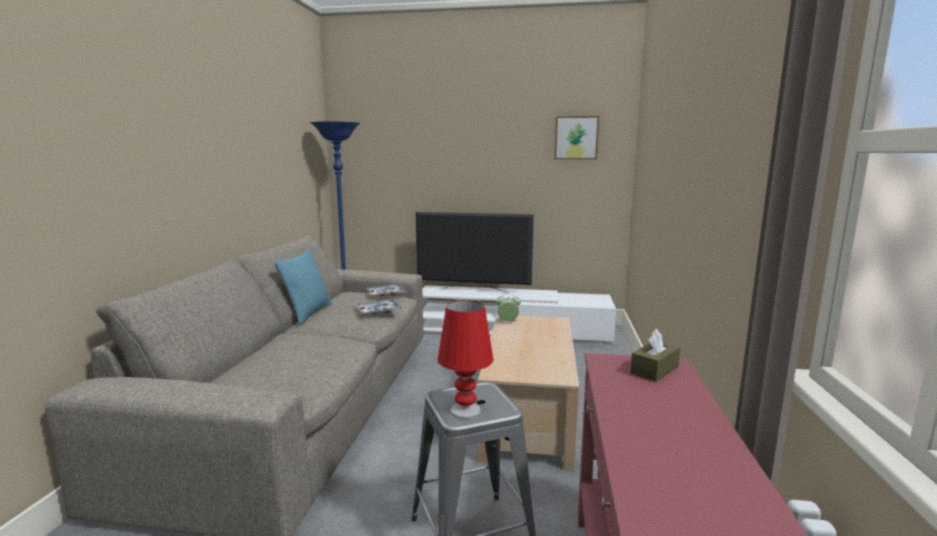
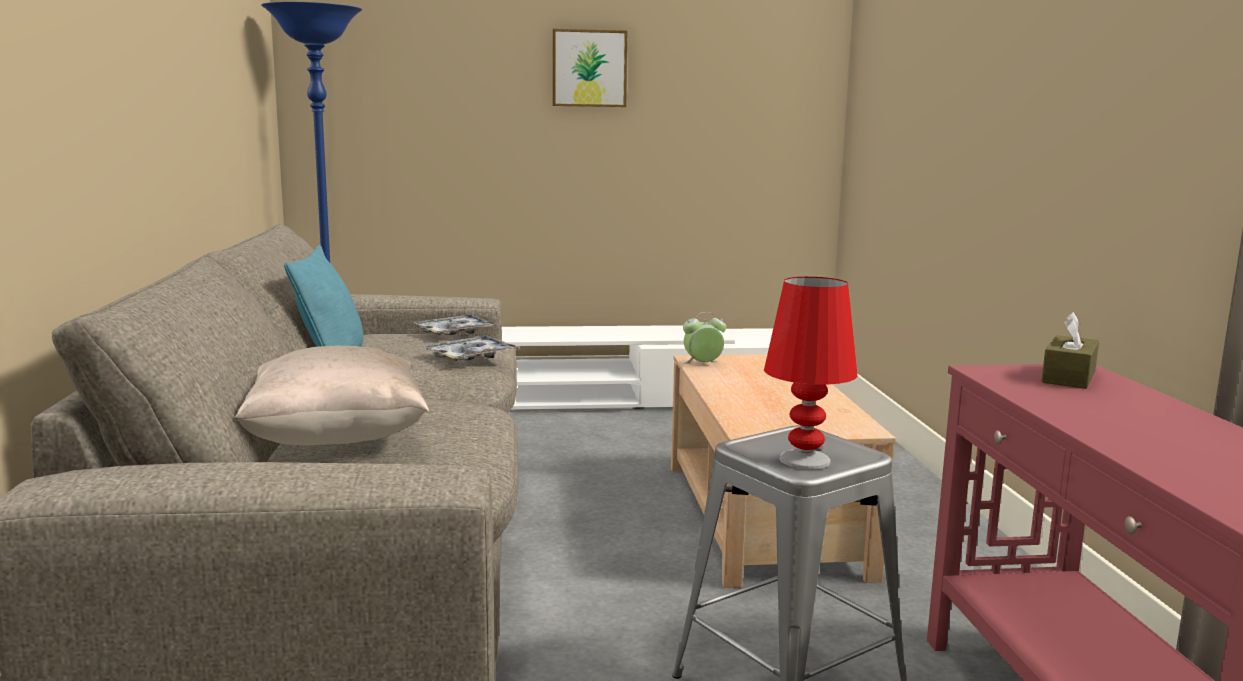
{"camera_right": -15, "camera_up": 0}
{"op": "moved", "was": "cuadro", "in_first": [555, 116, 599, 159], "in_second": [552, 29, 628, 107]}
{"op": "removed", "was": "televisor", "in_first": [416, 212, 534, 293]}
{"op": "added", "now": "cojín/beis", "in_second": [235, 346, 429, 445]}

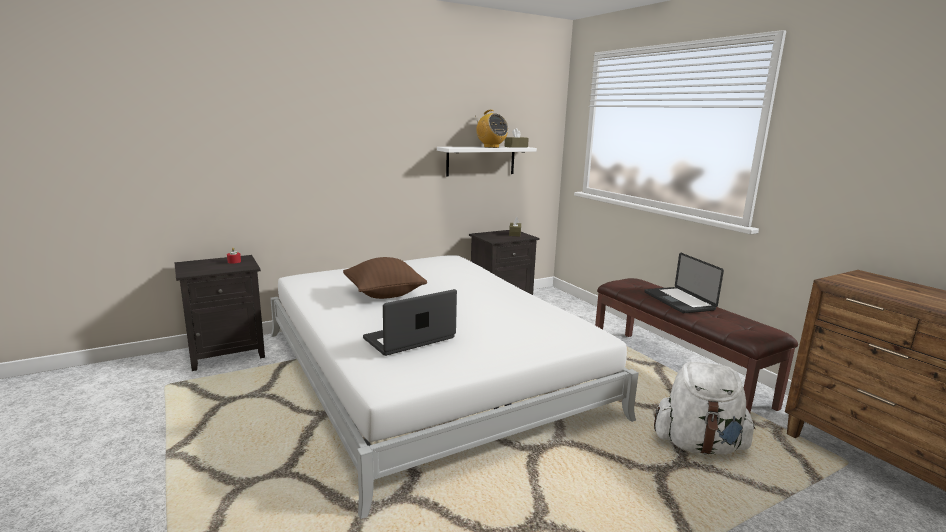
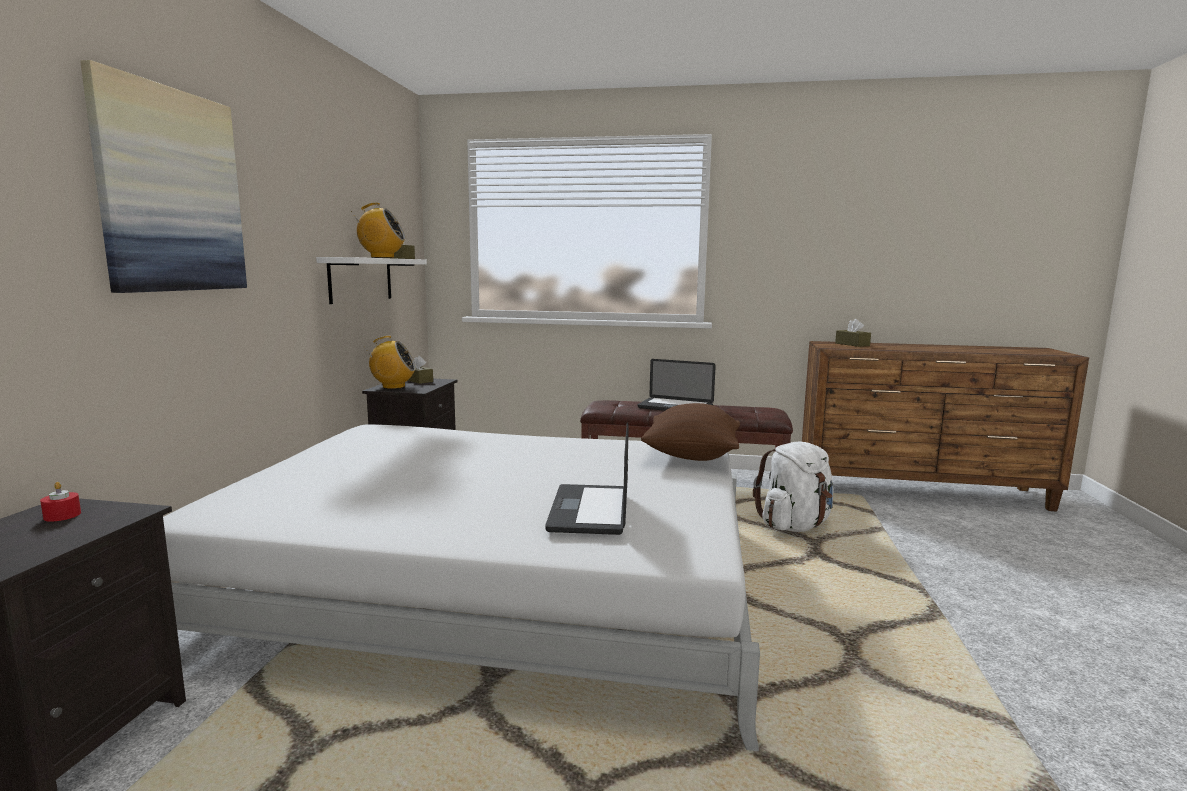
{"camera_right": -50, "camera_up": -5}
{"op": "moved", "was": "cojín/marrón", "in_first": [343, 257, 427, 299], "in_second": [641, 403, 740, 461]}
{"op": "added", "now": "cuadro", "in_second": [80, 60, 247, 293]}
{"op": "added", "now": "caja de pañuelos/marrón", "in_second": [835, 319, 871, 347]}
{"op": "added", "now": "radio", "in_second": [366, 336, 416, 389]}

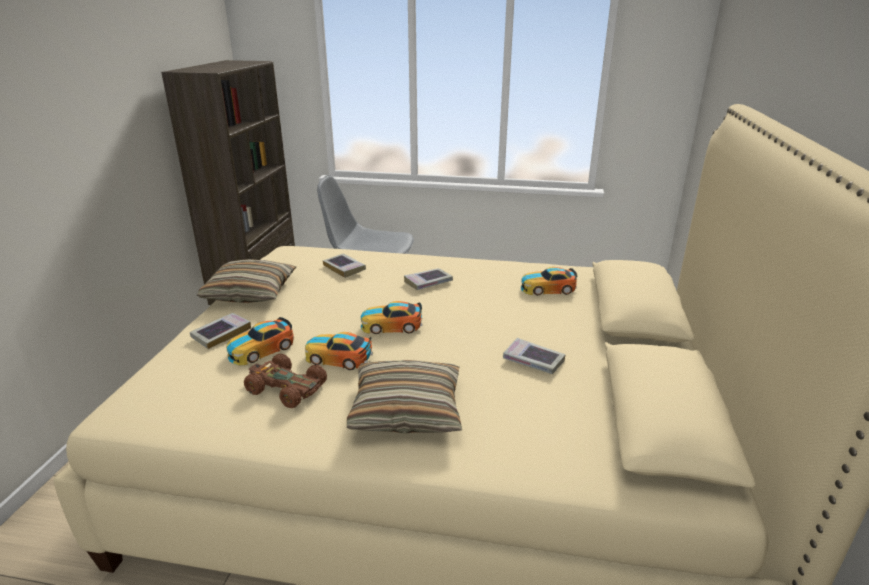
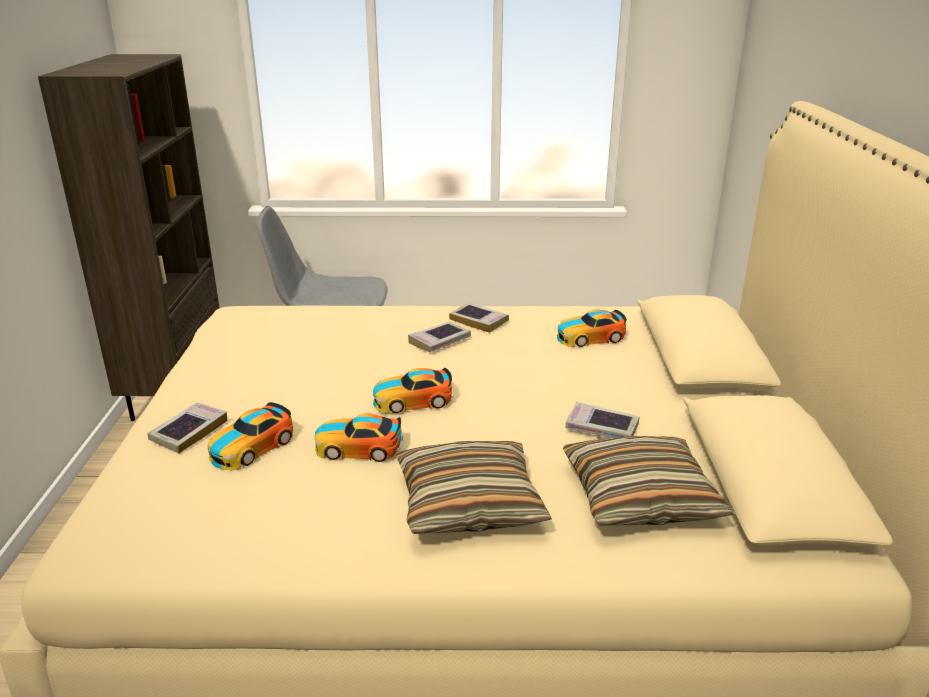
{"camera_right": -10, "camera_up": 0}
{"op": "moved", "was": "libro", "in_first": [323, 253, 366, 278], "in_second": [449, 302, 509, 333]}
{"op": "moved", "was": "cojín", "in_first": [197, 259, 296, 303], "in_second": [563, 436, 734, 526]}
{"op": "removed", "was": "coche de juguete/marrón", "in_first": [244, 353, 327, 408]}

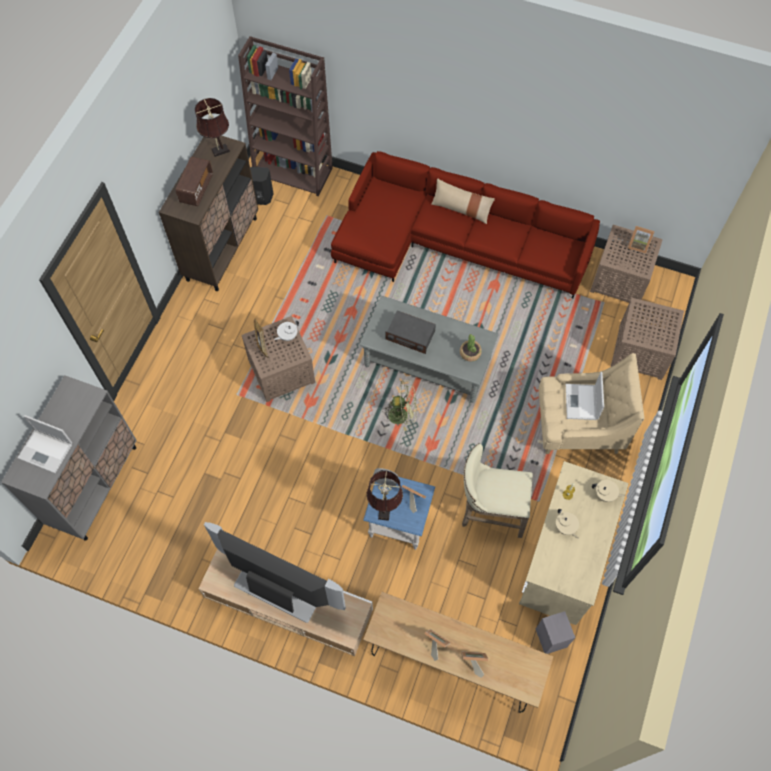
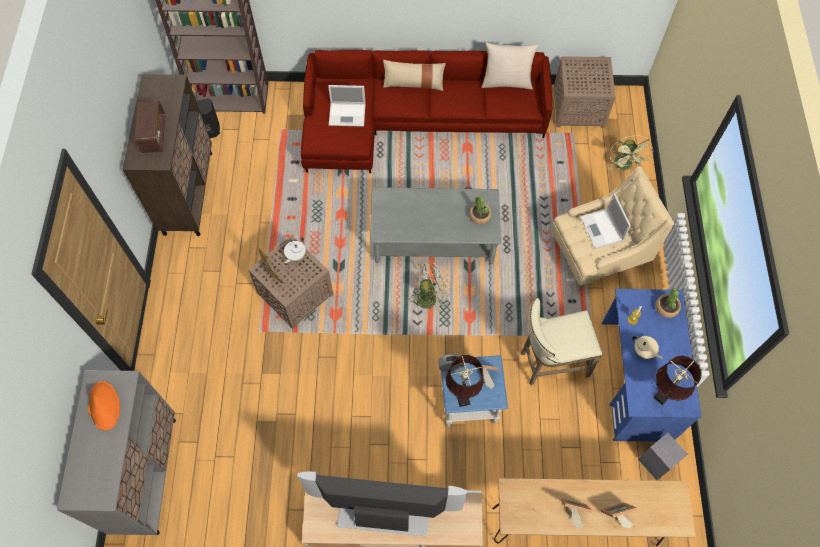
{"camera_right": -20, "camera_up": 0}
{"op": "moved", "was": "lámpara de mesa/marrón", "in_first": [195, 98, 230, 157], "in_second": [653, 355, 701, 405]}
{"op": "removed", "was": "portarretratos", "in_first": [628, 226, 655, 254]}
{"op": "replaced", "was": "mesa auxiliar/marrón", "now": "ventilador/verde", "in_first": [610, 297, 684, 380], "in_second": [608, 135, 654, 171]}
{"op": "removed", "was": "radio", "in_first": [386, 310, 436, 354]}
{"op": "moved", "was": "portátil", "in_first": [17, 415, 72, 473], "in_second": [328, 85, 365, 127]}
{"op": "recoloured", "was": "escritorio/beis", "now": "escritorio/azul", "in_first": [519, 461, 629, 625], "in_second": [602, 289, 702, 442]}
{"op": "replaced", "was": "tetera/beis", "now": "planta en maceta", "in_first": [592, 480, 625, 502], "in_second": [655, 288, 681, 318]}
{"op": "added", "now": "cojín/beis", "in_second": [482, 42, 538, 90]}
{"op": "added", "now": "sombrero/naranja", "in_second": [88, 381, 120, 431]}

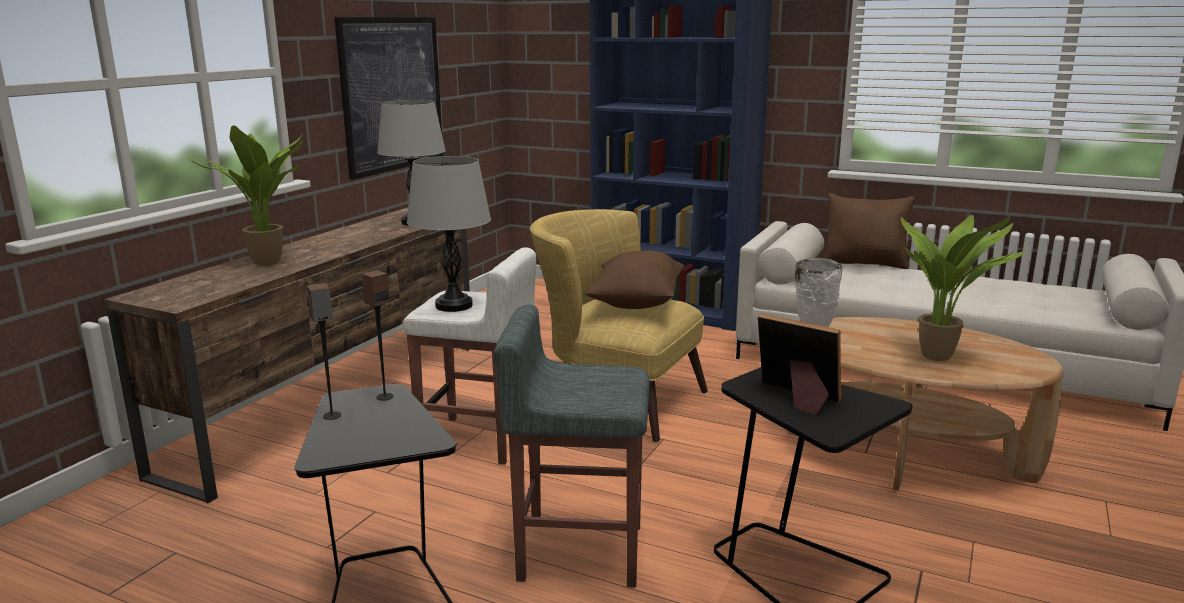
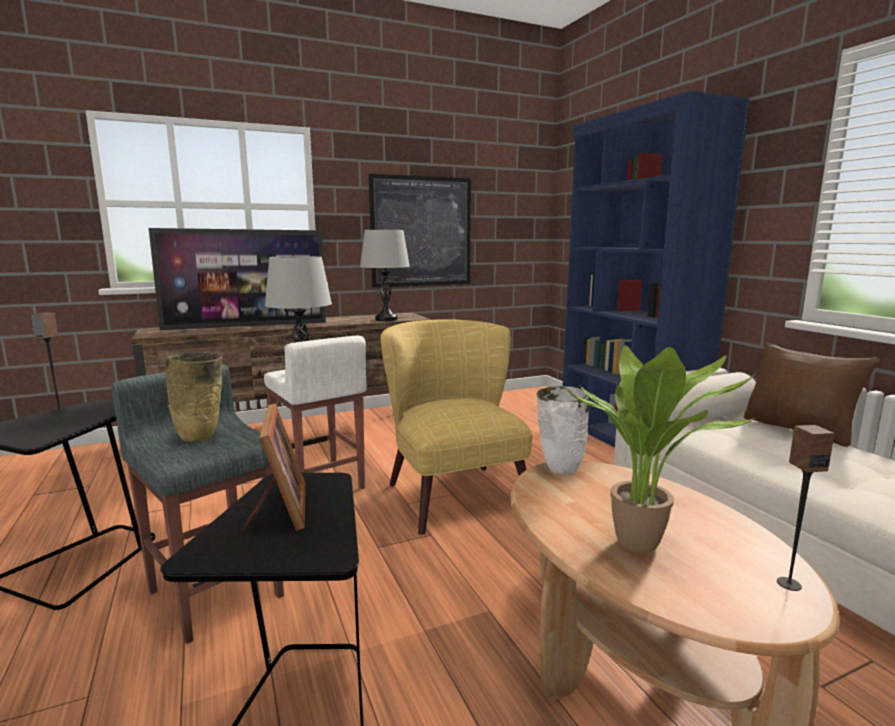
{"camera_right": 40, "camera_up": -5}
{"op": "replaced", "was": "planta en maceta", "now": "televisor", "in_first": [190, 125, 303, 266], "in_second": [149, 228, 326, 330]}
{"op": "removed", "was": "cojín/marrón", "in_first": [585, 250, 684, 309]}
{"op": "moved", "was": "altavoz", "in_first": [361, 270, 394, 401], "in_second": [777, 425, 835, 591]}
{"op": "added", "now": "florero/beis", "in_second": [166, 353, 222, 442]}

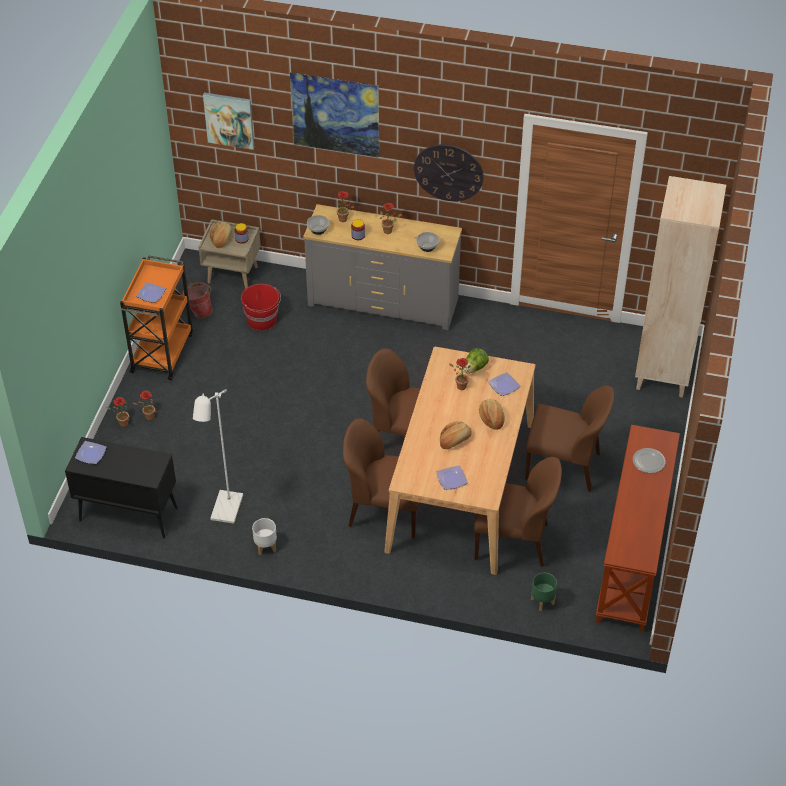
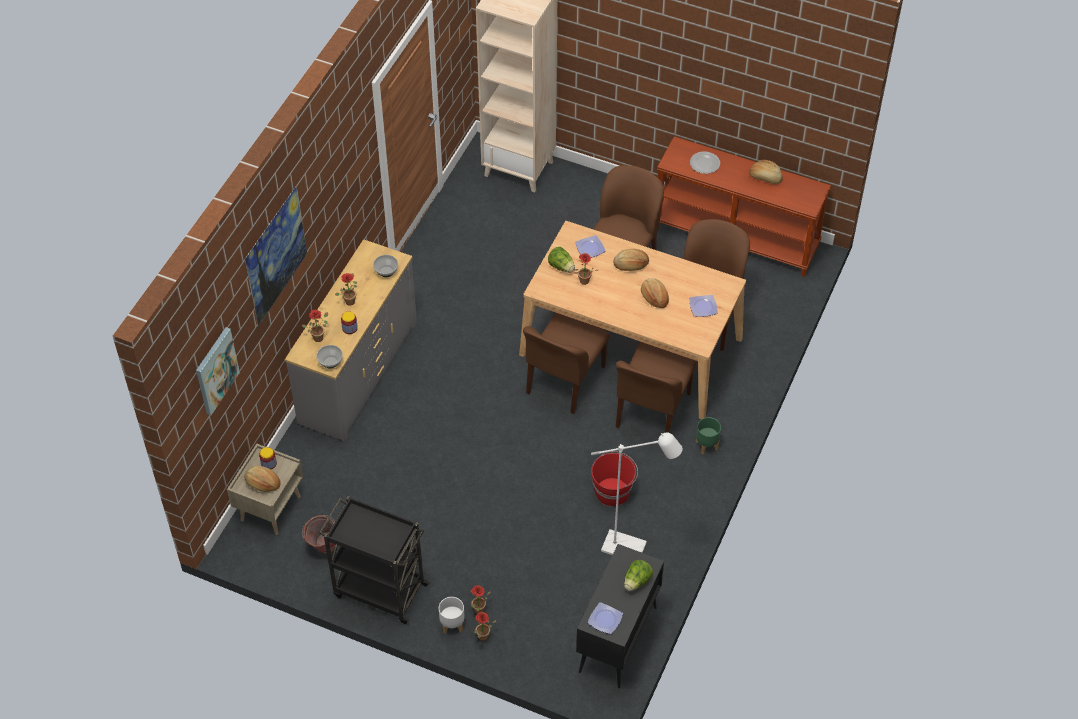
{"camera_right": -80, "camera_up": 5}
{"op": "removed", "was": "reloj de pared", "in_first": [414, 144, 484, 201]}
{"op": "recoloured", "was": "carrito/naranja", "now": "carrito/negro", "in_first": [120, 255, 193, 380], "in_second": [319, 496, 430, 624]}
{"op": "removed", "was": "plato", "in_first": [136, 282, 166, 303]}
{"op": "moved", "was": "cubo/rojo", "in_first": [241, 284, 281, 331], "in_second": [591, 451, 638, 506]}
{"op": "moved", "was": "maceta/blanco", "in_first": [252, 518, 277, 555], "in_second": [439, 597, 465, 634]}
{"op": "moved", "was": "maceta/verde", "in_first": [531, 573, 557, 611], "in_second": [696, 417, 721, 454]}
{"op": "added", "now": "pan", "in_second": [749, 160, 783, 184]}
{"op": "added", "now": "lechuga", "in_second": [624, 560, 653, 591]}

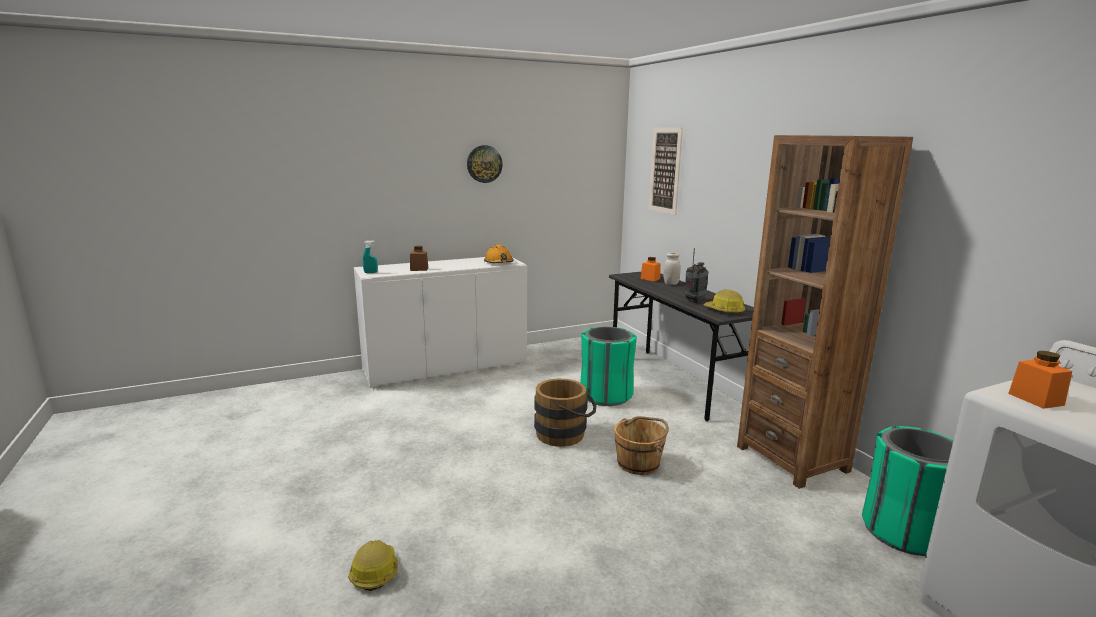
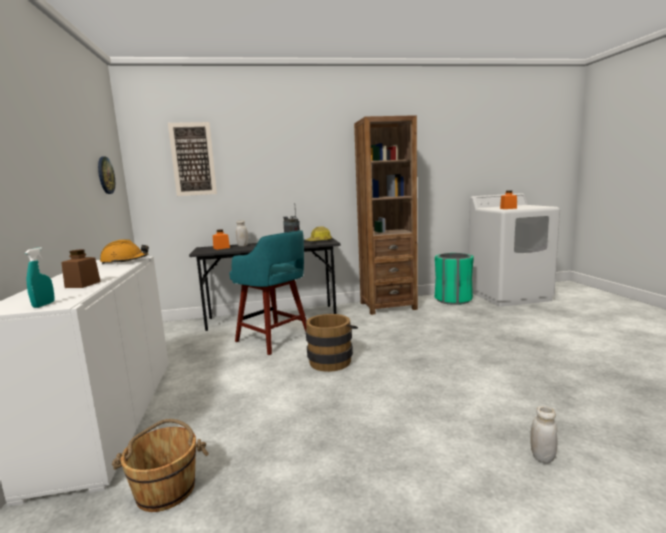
{"camera_right": -75, "camera_up": -5}
{"op": "moved", "was": "reloj de pared", "in_first": [467, 145, 503, 183], "in_second": [98, 156, 115, 194]}
{"op": "replaced", "was": "papelera/verde", "now": "taburete/turquesa", "in_first": [580, 326, 637, 406], "in_second": [229, 230, 307, 355]}
{"op": "moved", "was": "cubo/marrón", "in_first": [614, 416, 669, 475], "in_second": [112, 419, 209, 512]}
{"op": "replaced", "was": "casco", "now": "tarro/blanco", "in_first": [348, 540, 398, 591], "in_second": [530, 406, 558, 464]}

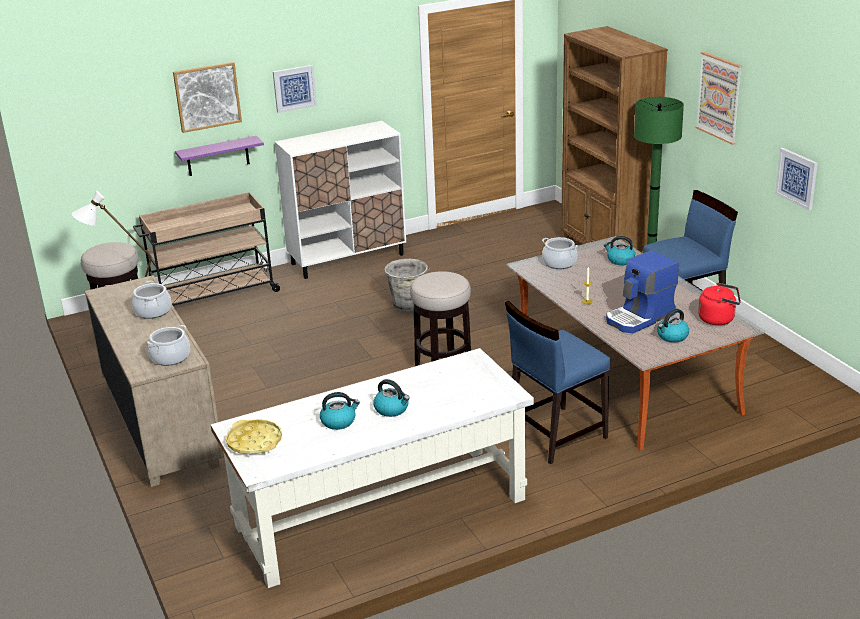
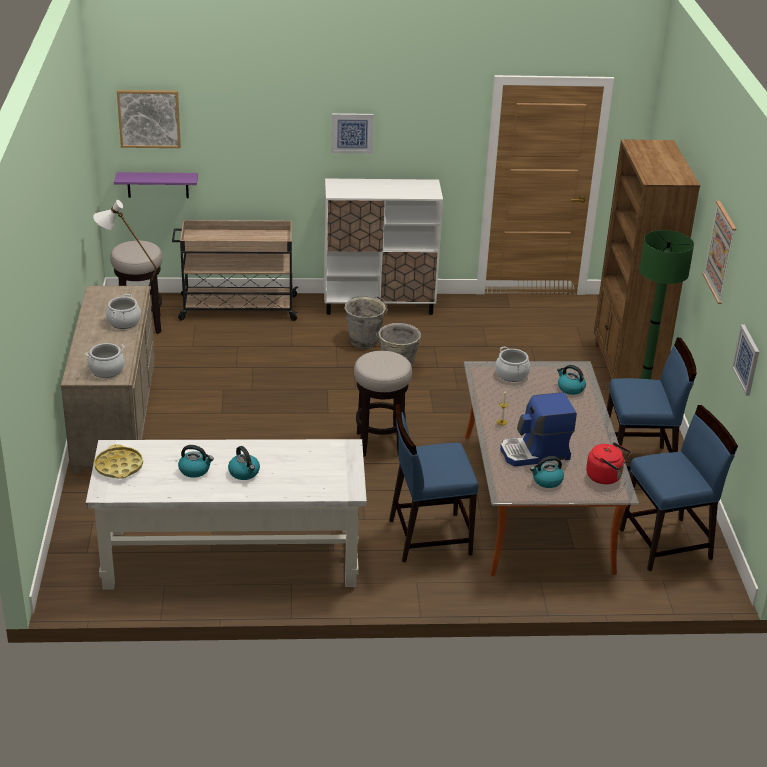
{"camera_right": 20, "camera_up": 5}
{"op": "moved", "was": "cuadro", "in_first": [173, 62, 242, 133], "in_second": [117, 90, 181, 148]}
{"op": "moved", "was": "estante/morado", "in_first": [175, 136, 264, 176], "in_second": [114, 172, 198, 198]}
{"op": "added", "now": "cubo/gris", "in_second": [344, 297, 388, 349]}
{"op": "added", "now": "silla/azul", "in_second": [619, 405, 738, 571]}

